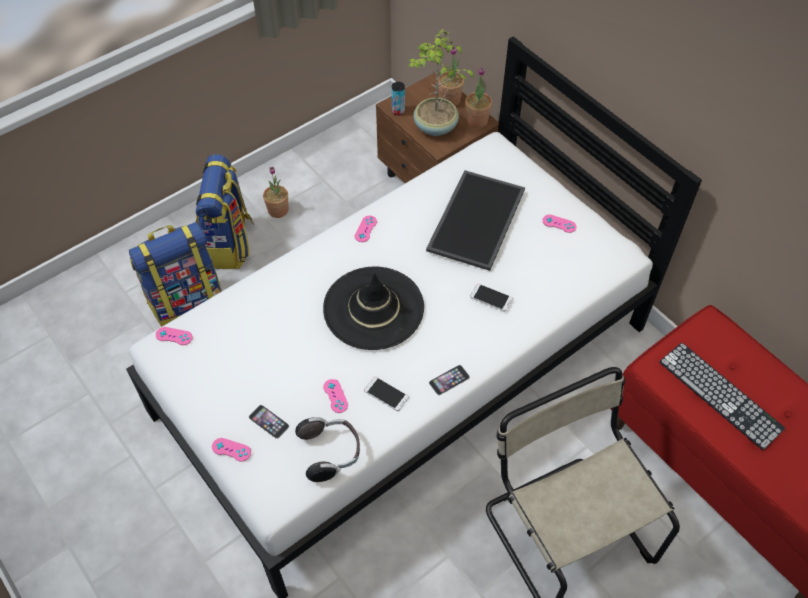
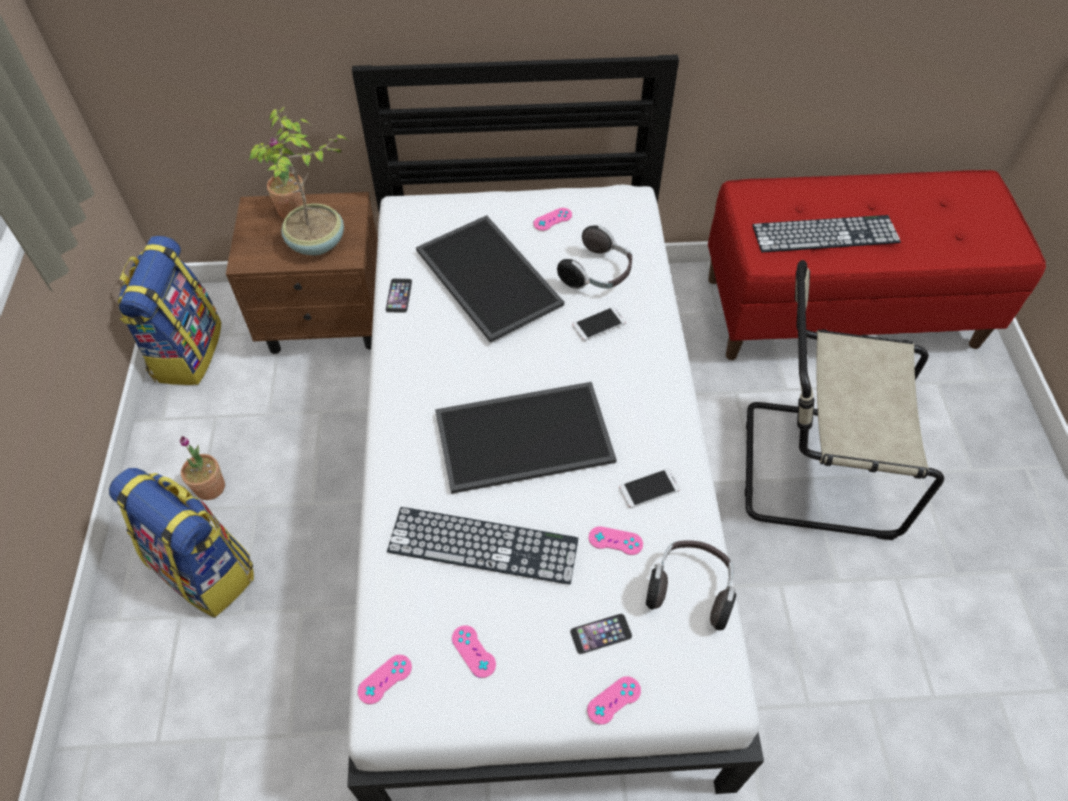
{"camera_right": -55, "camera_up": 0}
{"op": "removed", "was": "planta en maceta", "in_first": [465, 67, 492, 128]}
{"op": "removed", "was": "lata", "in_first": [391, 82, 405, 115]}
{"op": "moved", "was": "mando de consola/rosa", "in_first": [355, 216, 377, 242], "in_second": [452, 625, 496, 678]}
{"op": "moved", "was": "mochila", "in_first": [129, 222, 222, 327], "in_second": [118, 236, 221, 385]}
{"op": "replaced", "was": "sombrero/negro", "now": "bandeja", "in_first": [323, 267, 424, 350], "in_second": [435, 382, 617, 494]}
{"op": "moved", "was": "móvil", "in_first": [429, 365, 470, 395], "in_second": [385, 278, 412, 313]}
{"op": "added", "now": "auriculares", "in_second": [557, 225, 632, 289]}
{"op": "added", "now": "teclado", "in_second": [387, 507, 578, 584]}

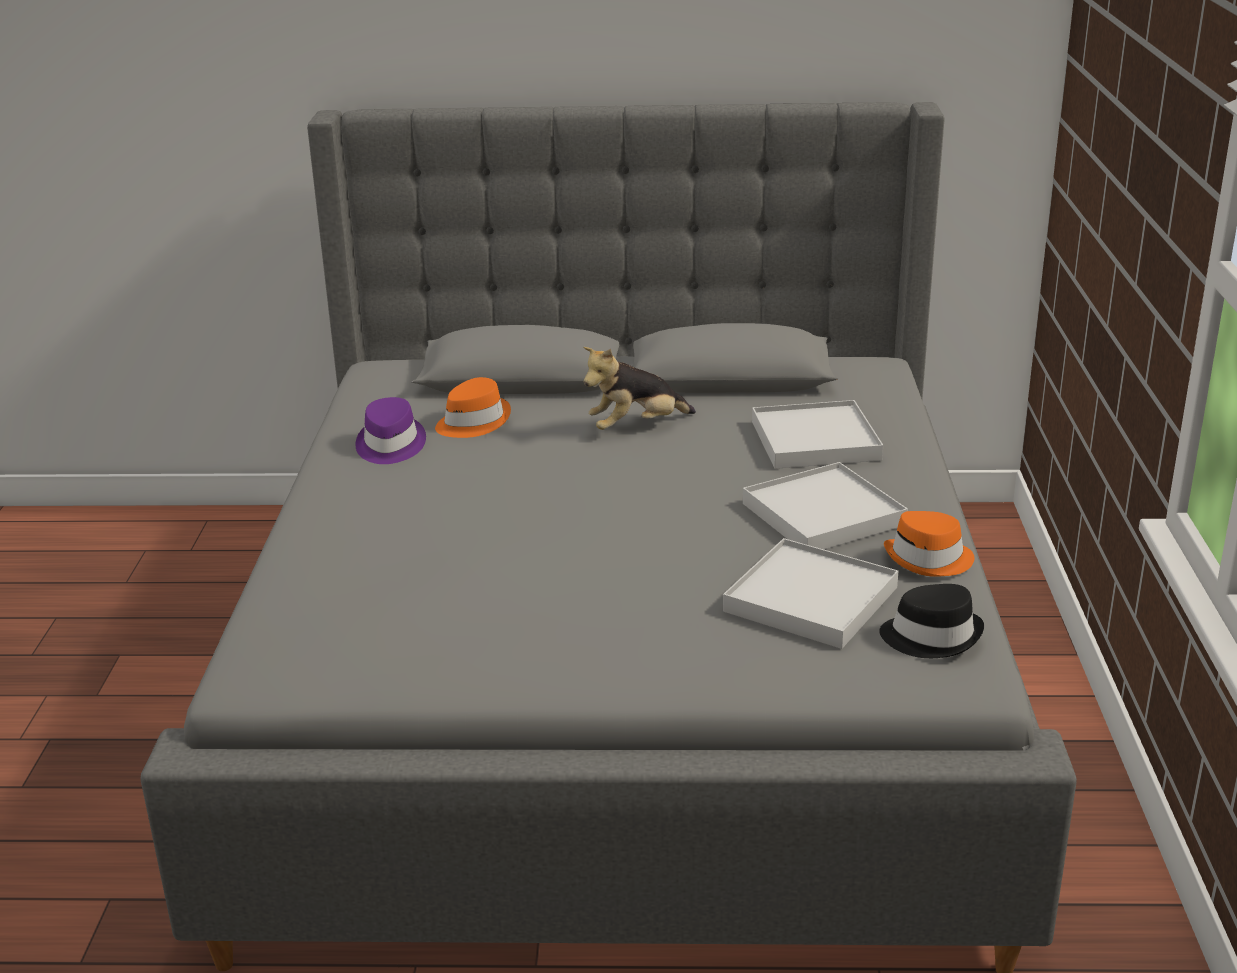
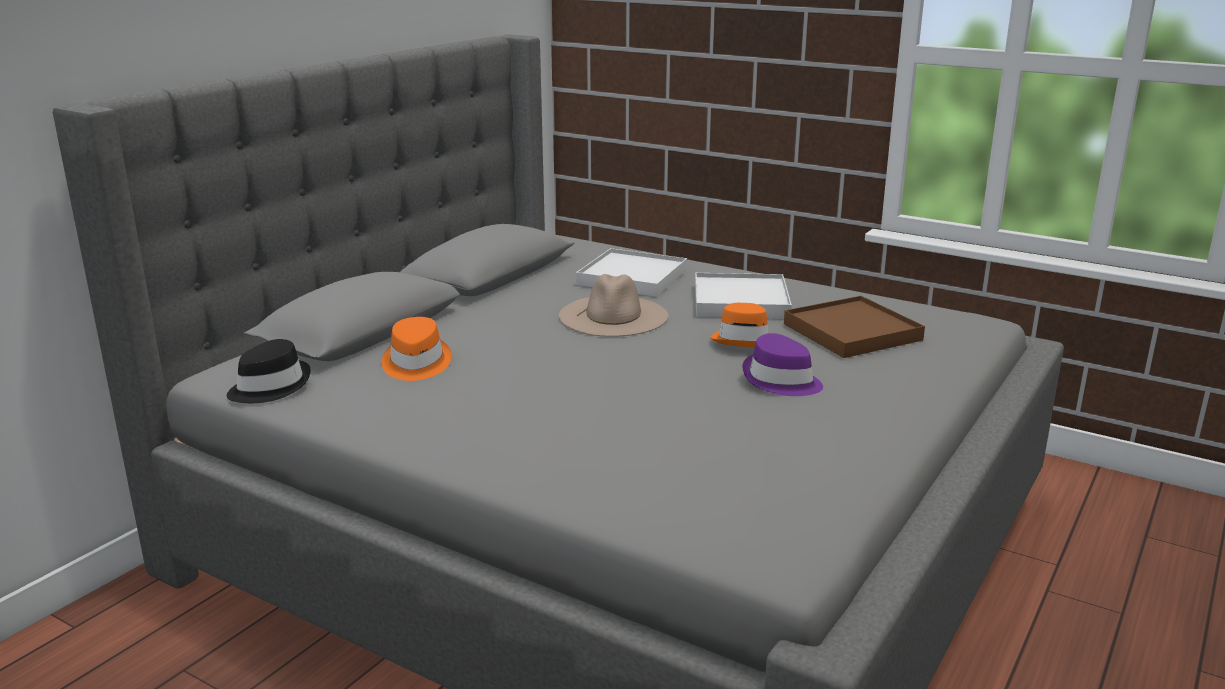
{"camera_right": -60, "camera_up": -5}
{"op": "removed", "was": "peluche", "in_first": [583, 347, 696, 430]}
{"op": "moved", "was": "sombrero/morado", "in_first": [356, 397, 426, 464], "in_second": [742, 333, 823, 396]}
{"op": "moved", "was": "sombrero/naranja", "in_first": [884, 511, 974, 577], "in_second": [710, 303, 768, 347]}
{"op": "recoloured", "was": "bandeja/blanco", "now": "bandeja/marrón", "in_first": [723, 538, 898, 649], "in_second": [784, 296, 925, 358]}
{"op": "moved", "was": "sombrero/negro", "in_first": [879, 584, 984, 658], "in_second": [227, 339, 311, 403]}
{"op": "added", "now": "sombrero/beis", "in_second": [559, 274, 668, 337]}

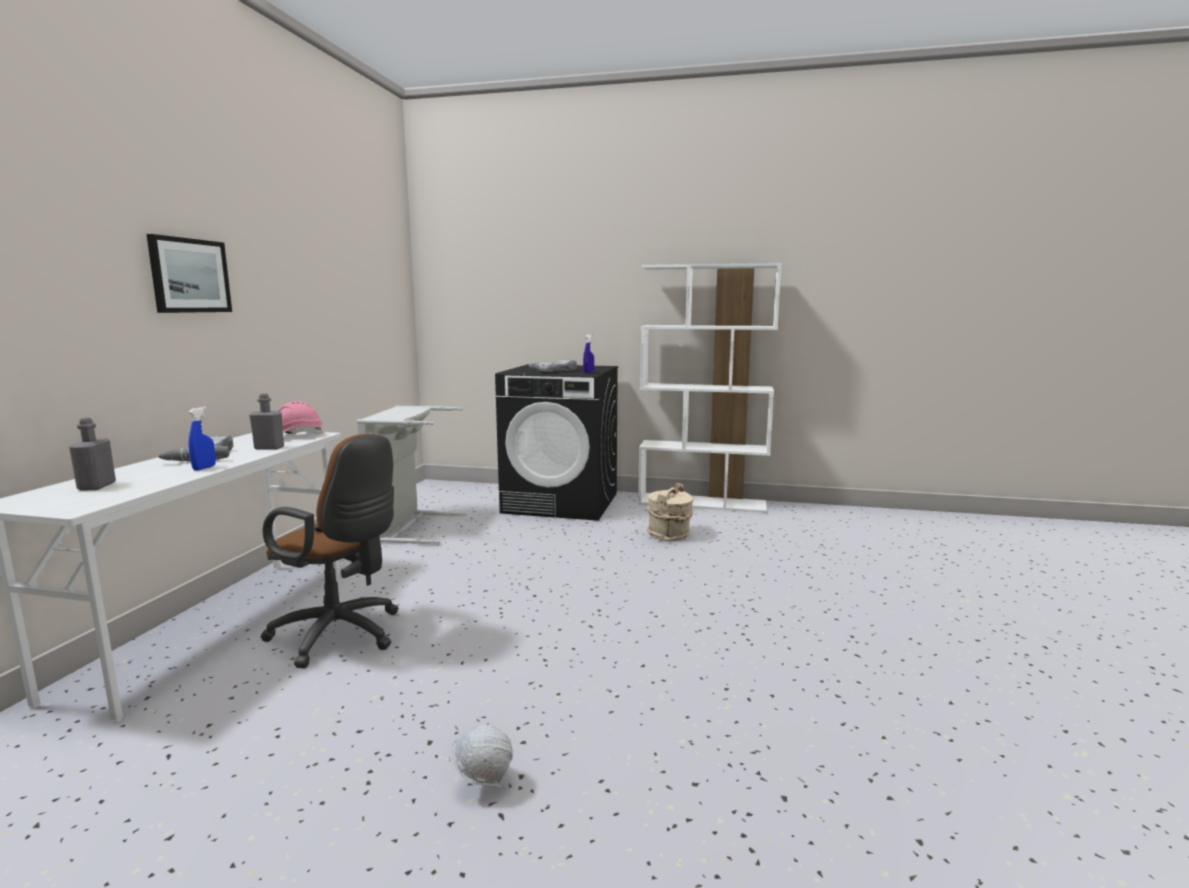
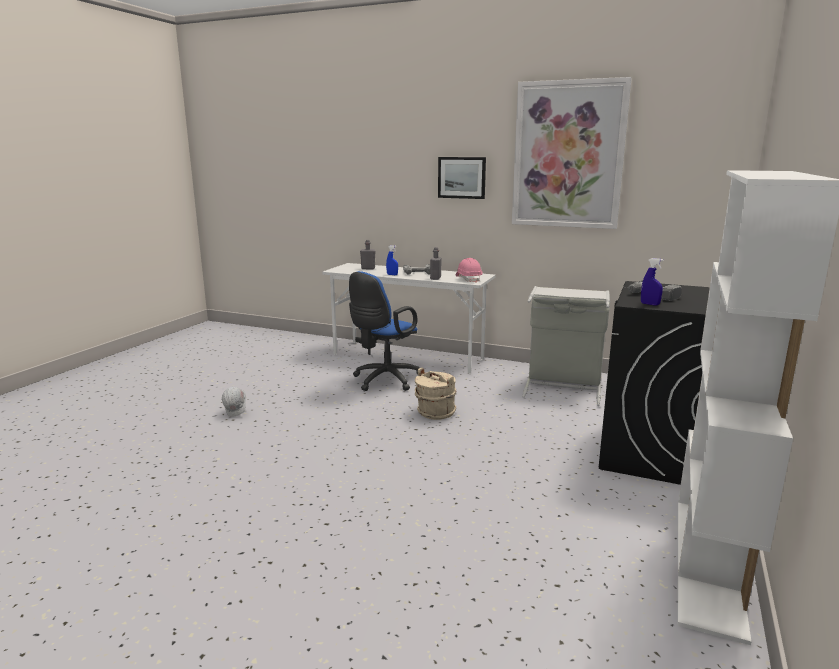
{"camera_right": 100, "camera_up": 5}
{"op": "recoloured", "was": "silla de oficina/marrón", "now": "silla de oficina/azul", "in_first": [260, 434, 399, 668], "in_second": [349, 271, 420, 391]}
{"op": "moved", "was": "cubo/beis", "in_first": [647, 483, 694, 541], "in_second": [415, 367, 456, 420]}
{"op": "added", "now": "cuadro", "in_second": [512, 77, 632, 229]}

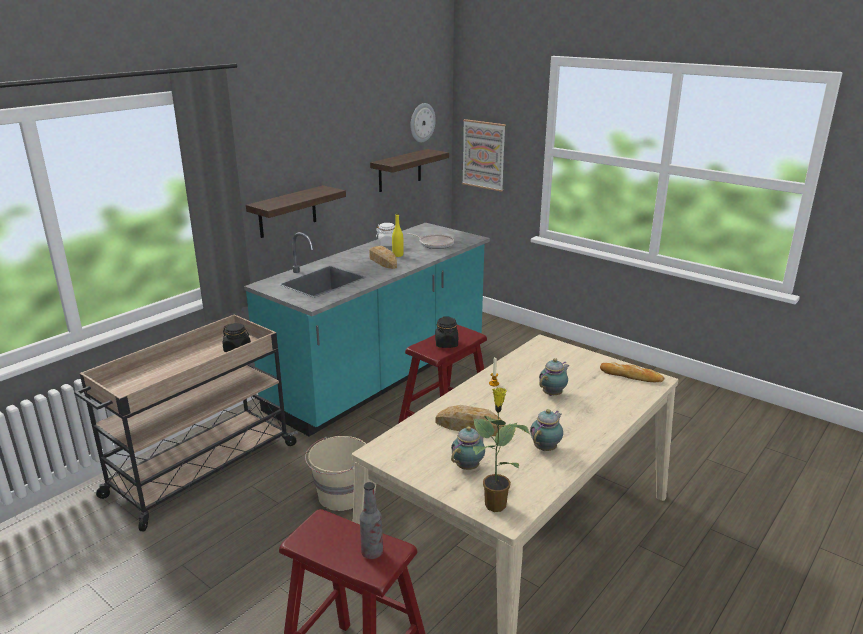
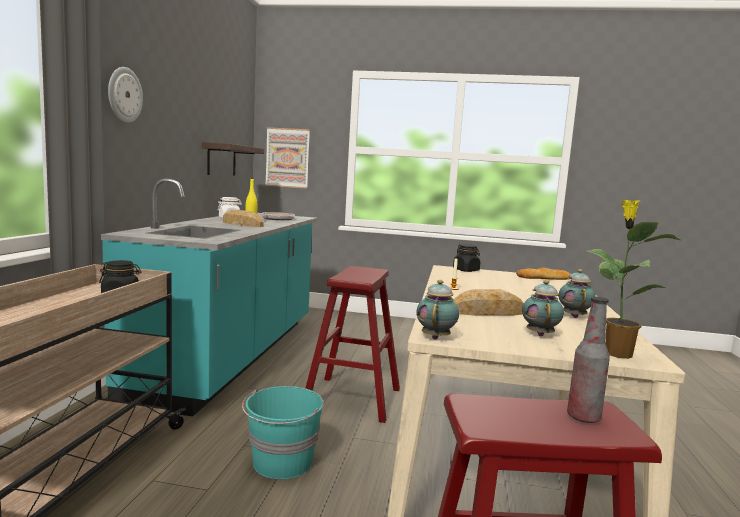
{"camera_right": -30, "camera_up": -15}
{"op": "moved", "was": "reloj de pared", "in_first": [411, 103, 436, 142], "in_second": [108, 67, 143, 123]}
{"op": "removed", "was": "estante", "in_first": [246, 185, 346, 238]}
{"op": "moved", "was": "tarro/negro", "in_first": [435, 316, 458, 348], "in_second": [453, 244, 480, 272]}
{"op": "moved", "was": "tetera", "in_first": [539, 358, 569, 396], "in_second": [416, 280, 459, 340]}
{"op": "recoloured", "was": "cubo/beis", "now": "cubo/turquesa", "in_first": [305, 436, 366, 511], "in_second": [242, 386, 324, 479]}

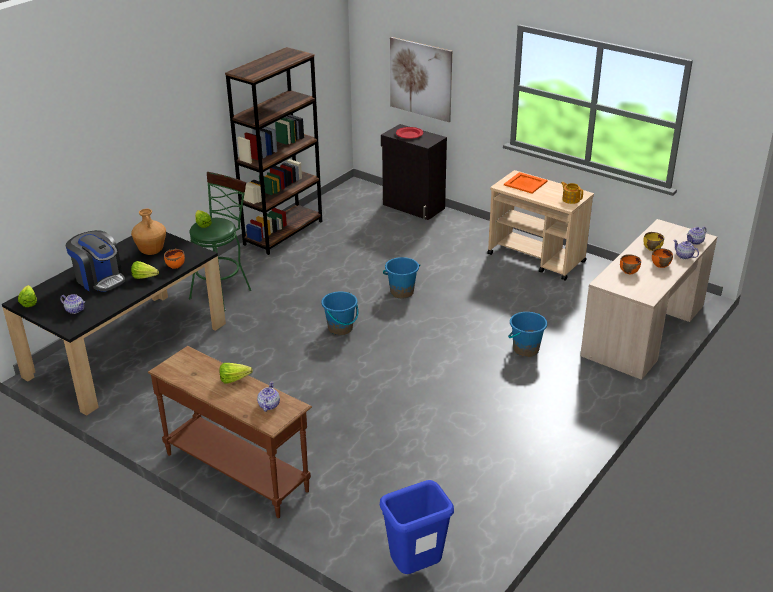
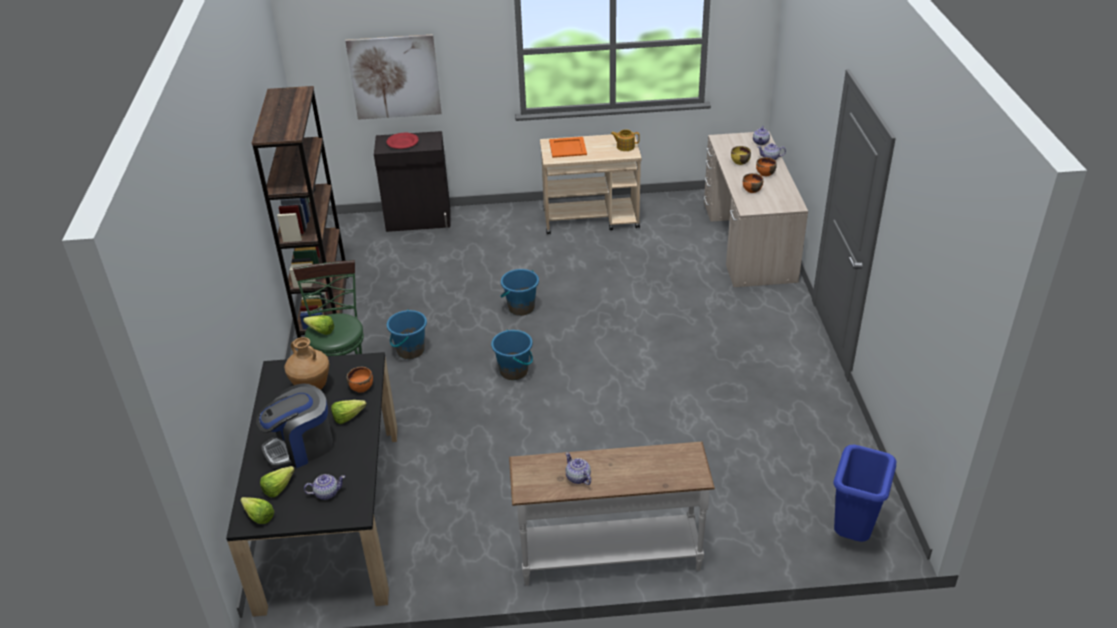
{"camera_right": -40, "camera_up": 5}
{"op": "turned", "was": "cafetera", "in_first": [66, 230, 125, 292], "in_second": [256, 383, 333, 468], "clockwise": 150}
{"op": "moved", "was": "cubo/azul", "in_first": [508, 312, 547, 357], "in_second": [387, 309, 427, 359]}
{"op": "recoloured", "was": "mesa consola/marrón", "now": "mesa consola/blanco", "in_first": [148, 346, 312, 518], "in_second": [509, 442, 715, 586]}
{"op": "moved", "was": "lechuga", "in_first": [220, 363, 253, 384], "in_second": [260, 466, 295, 498]}
{"op": "moved", "was": "tetera", "in_first": [257, 381, 280, 412], "in_second": [565, 453, 591, 485]}

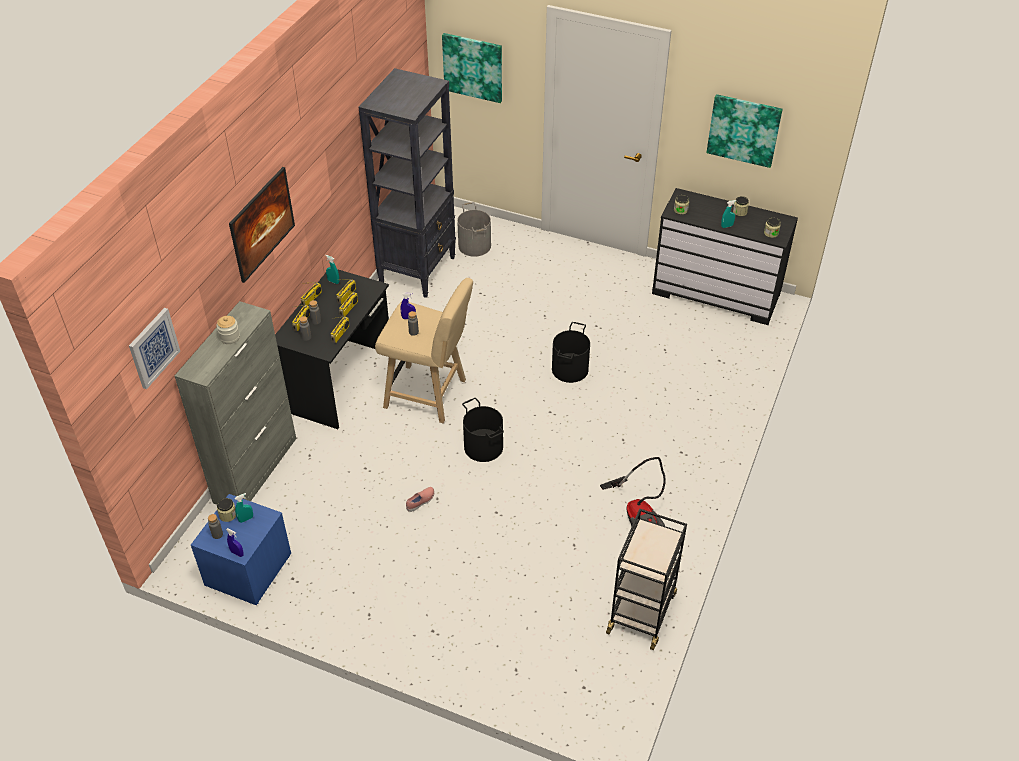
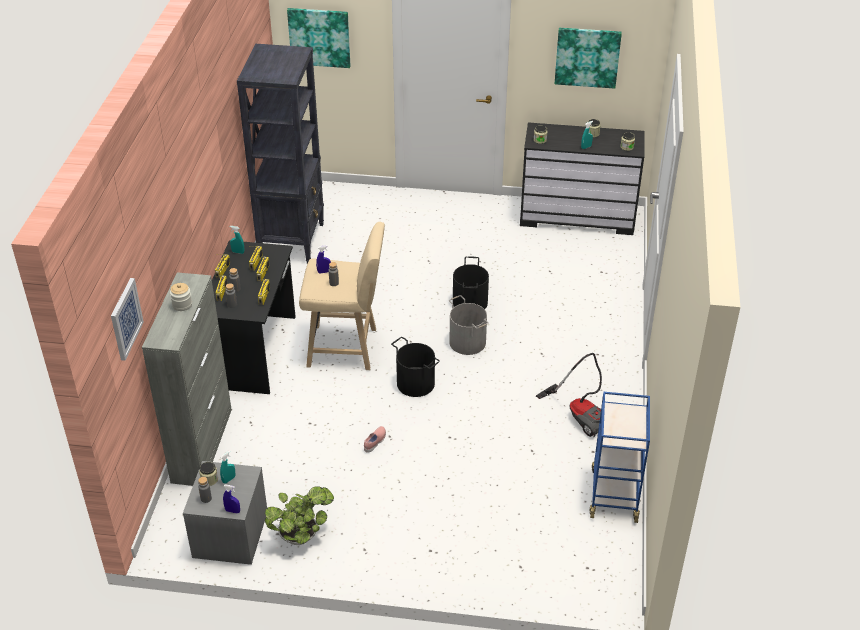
{"camera_right": -15, "camera_up": -5}
{"op": "removed", "was": "cuadro", "in_first": [229, 167, 295, 283]}
{"op": "moved", "was": "cubo/gris", "in_first": [457, 202, 491, 257], "in_second": [449, 295, 489, 355]}
{"op": "recoloured", "was": "mesita de noche/azul", "now": "mesita de noche/gris", "in_first": [191, 494, 291, 605], "in_second": [183, 461, 267, 565]}
{"op": "recoloured", "was": "carrito/negro", "now": "carrito/azul", "in_first": [606, 509, 687, 650], "in_second": [590, 392, 650, 523]}
{"op": "added", "now": "planta en maceta", "in_second": [265, 486, 334, 545]}

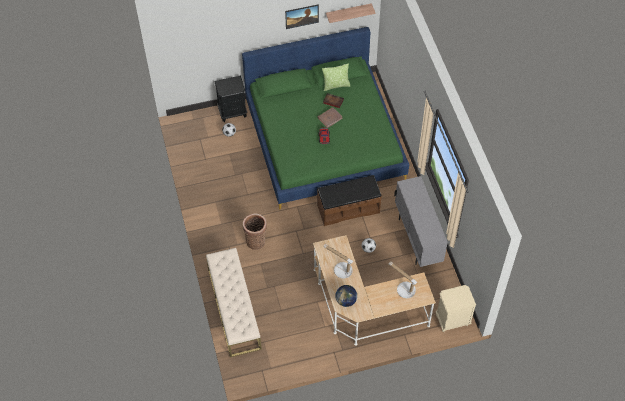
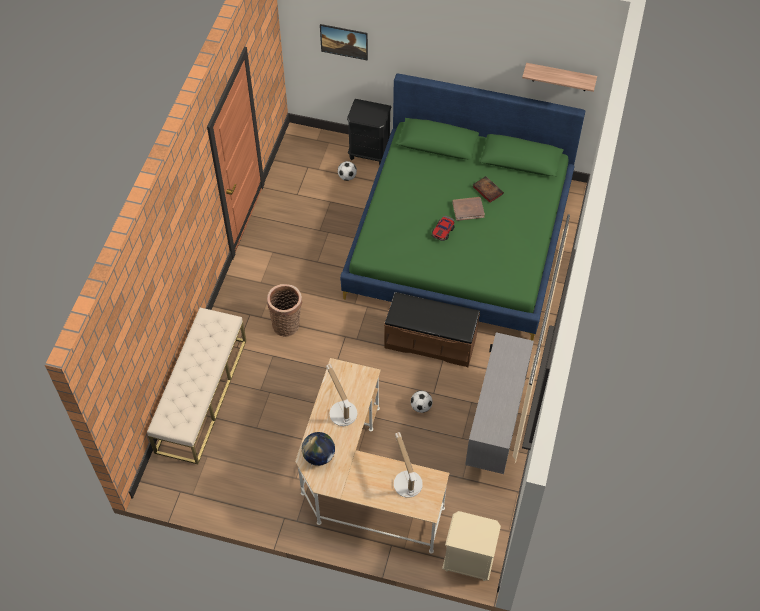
{"camera_right": 30, "camera_up": 0}
{"op": "moved", "was": "cuadro", "in_first": [285, 4, 319, 29], "in_second": [320, 24, 368, 61]}
{"op": "removed", "was": "cojín", "in_first": [322, 64, 350, 91]}

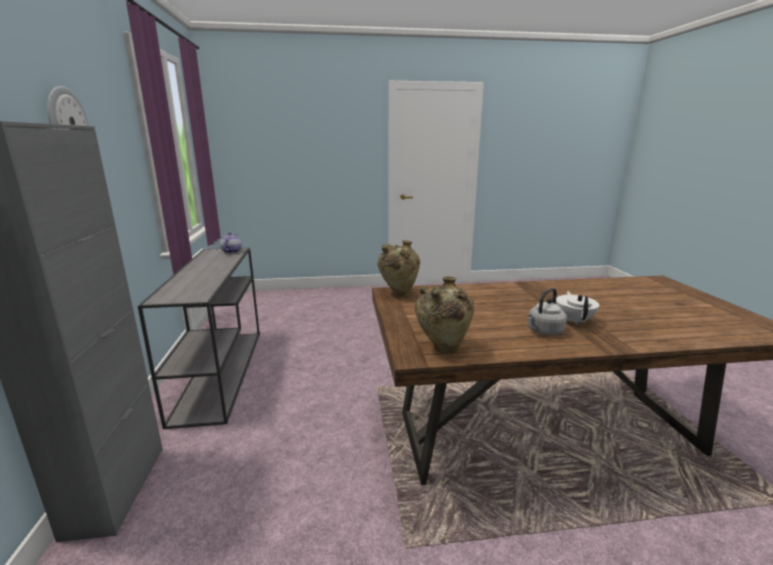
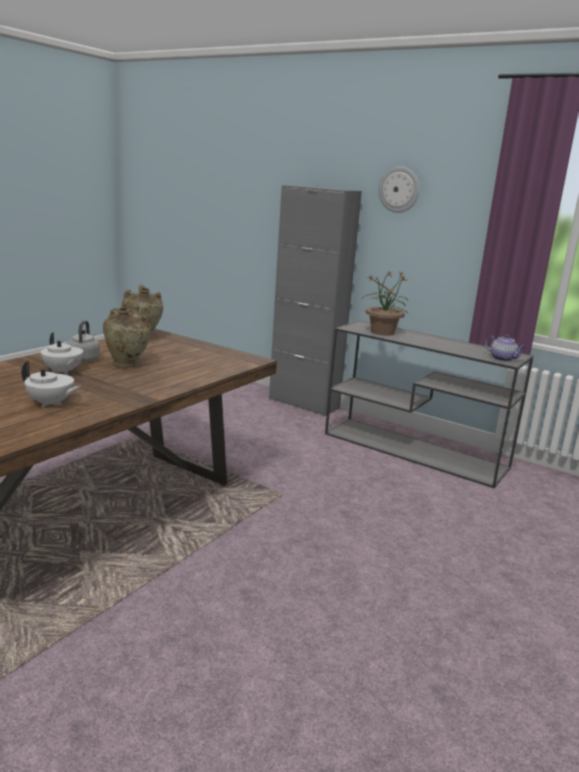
{"camera_right": 130, "camera_up": 0}
{"op": "moved", "was": "florero/beis", "in_first": [377, 240, 420, 297], "in_second": [103, 304, 152, 367]}
{"op": "added", "now": "planta en maceta", "in_second": [362, 271, 408, 336]}
{"op": "added", "now": "tetera/blanco", "in_second": [22, 361, 81, 407]}

